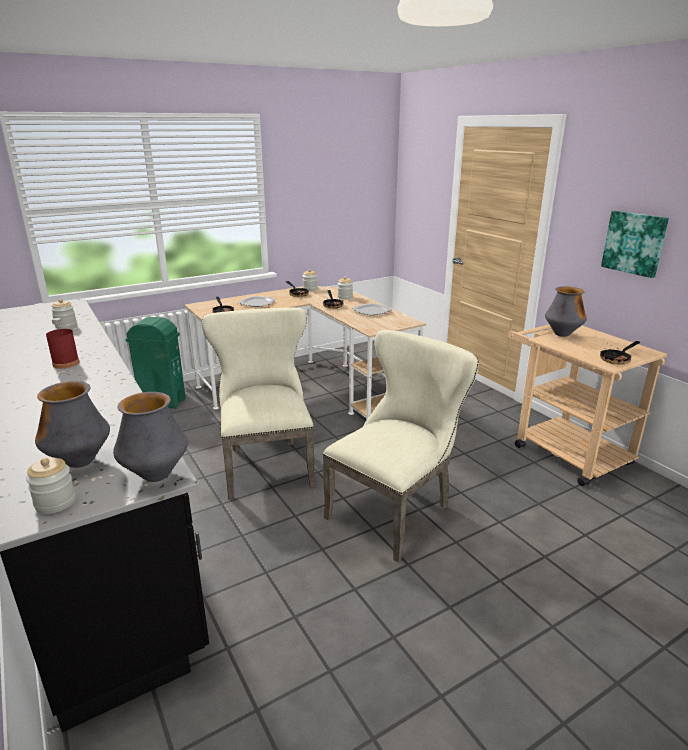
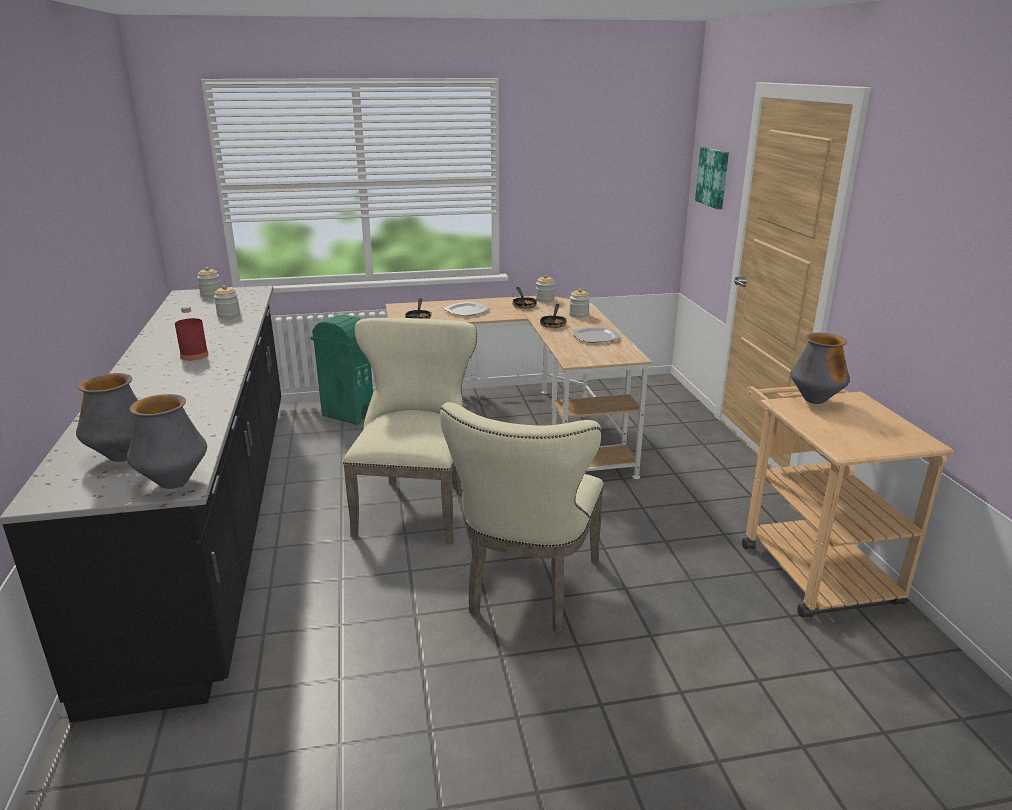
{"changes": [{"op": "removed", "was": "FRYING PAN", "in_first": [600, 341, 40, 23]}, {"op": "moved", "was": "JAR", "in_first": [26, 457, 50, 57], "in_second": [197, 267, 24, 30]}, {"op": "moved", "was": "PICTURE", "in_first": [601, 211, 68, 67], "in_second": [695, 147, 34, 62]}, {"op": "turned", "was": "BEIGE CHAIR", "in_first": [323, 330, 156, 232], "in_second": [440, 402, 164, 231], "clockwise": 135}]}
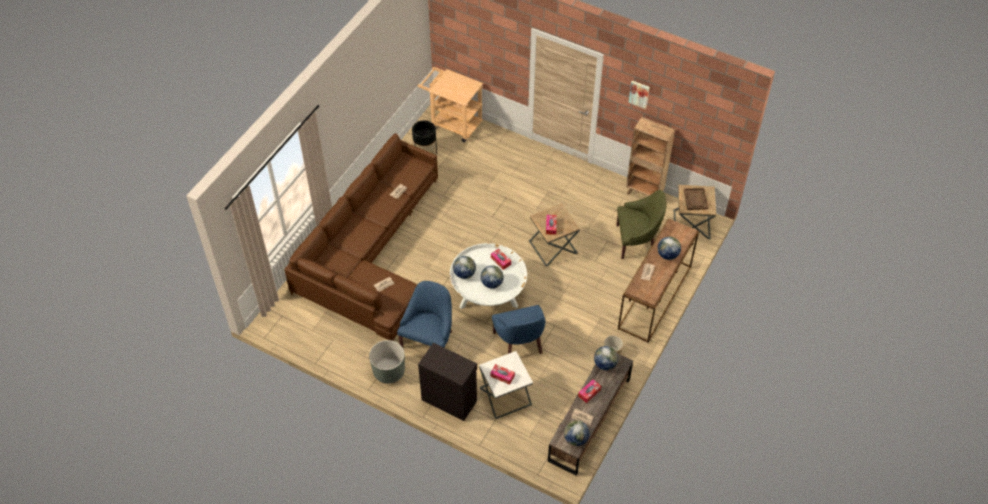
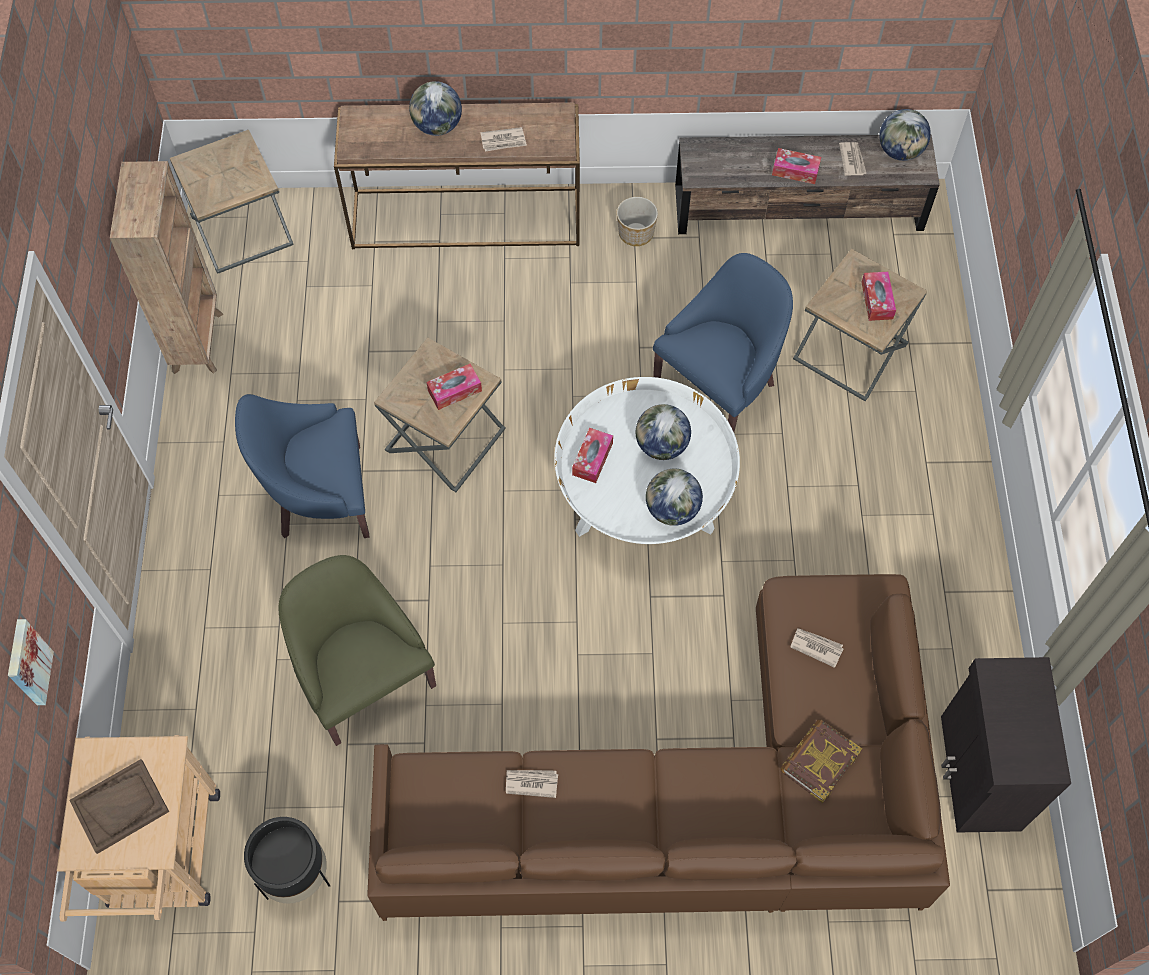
{"changes": [{"op": "removed", "was": "GREY PLANTER", "in_first": [369, 340, 36, 44]}, {"op": "removed", "was": "GLOBE", "in_first": [594, 346, 24, 24]}, {"op": "added", "now": "BOOK", "in_second": [780, 719, 82, 84]}, {"op": "moved", "was": "BLUE ARMCHAIR", "in_first": [397, 281, 55, 66], "in_second": [235, 394, 134, 144]}, {"op": "moved", "was": "BLACK CABINET", "in_first": [418, 343, 59, 78], "in_second": [941, 657, 130, 176]}, {"op": "moved", "was": "GREEN ARMCHAIR", "in_first": [616, 190, 51, 69], "in_second": [278, 555, 158, 191]}, {"op": "moved", "was": "PICTURE", "in_first": [629, 81, 21, 28], "in_second": [8, 619, 46, 86]}, {"op": "moved", "was": "BROWN TRAY", "in_first": [684, 188, 24, 22], "in_second": [69, 759, 100, 95]}, {"op": "recoloured", "was": "WHITE SIDE TABLE", "now": "BROWN SIDE TABLE", "in_first": [479, 351, 54, 68], "in_second": [793, 249, 134, 152]}]}
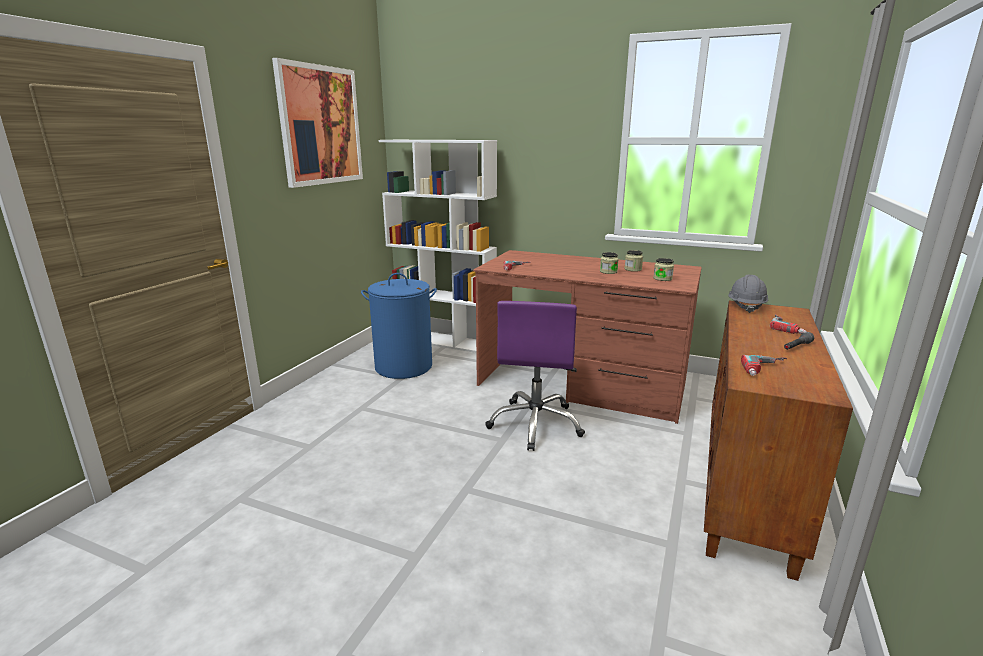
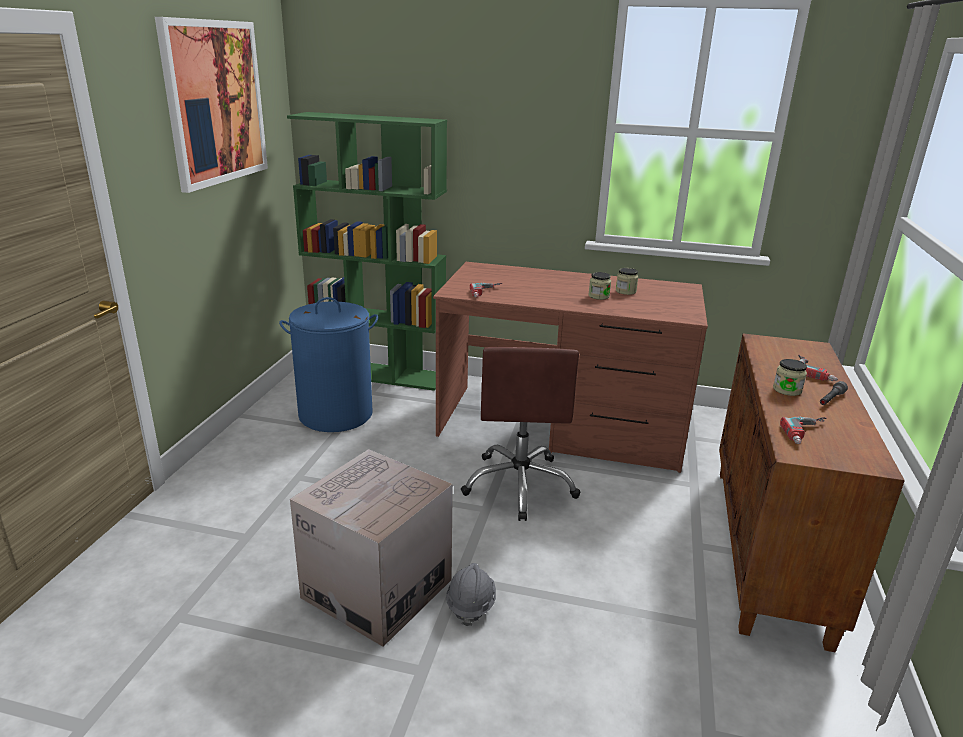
{"changes": [{"op": "added", "now": "CARDBOARD BOX", "in_second": [290, 449, 163, 198]}, {"op": "moved", "was": "JAR", "in_first": [653, 258, 21, 23], "in_second": [773, 359, 34, 37]}, {"op": "moved", "was": "GREY HARD HAT", "in_first": [728, 274, 40, 39], "in_second": [446, 563, 50, 63]}, {"op": "recoloured", "was": "WHITE BOOKCASE", "now": "GREEN BOOKCASE", "in_first": [379, 140, 118, 213], "in_second": [287, 112, 160, 279]}, {"op": "recoloured", "was": "PURPLE OFFICE CHAIR", "now": "BROWN OFFICE CHAIR", "in_first": [485, 301, 100, 150], "in_second": [461, 347, 119, 174]}]}
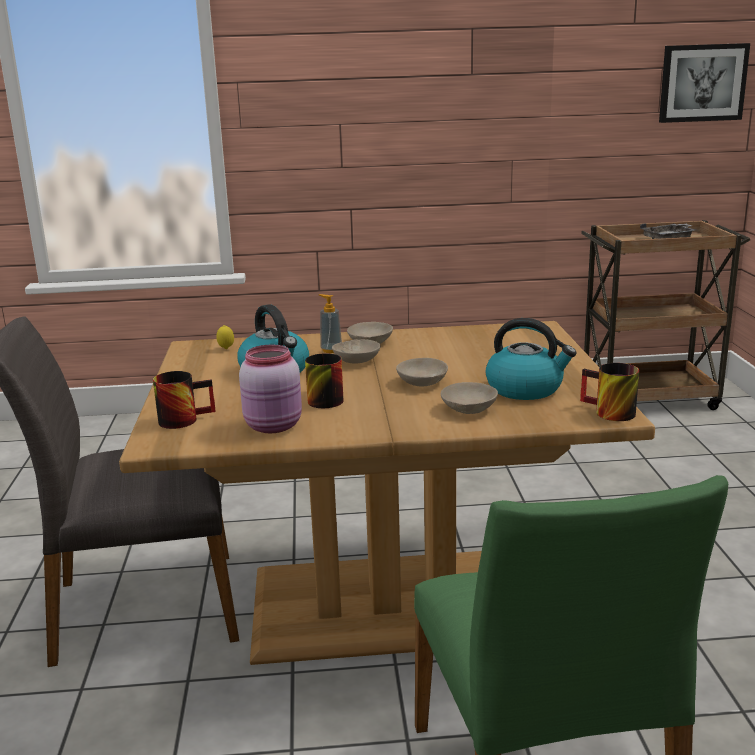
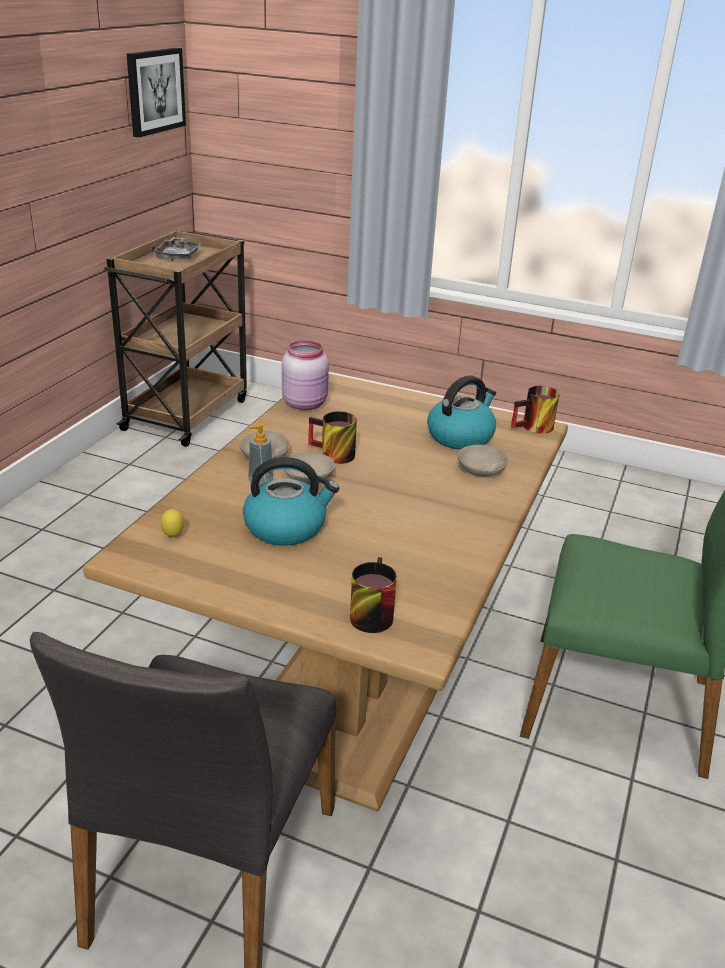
{"changes": [{"op": "removed", "was": "BEIGE BOWL", "in_first": [396, 358, 52, 28]}, {"op": "moved", "was": "PINK JAR", "in_first": [239, 345, 63, 88], "in_second": [282, 340, 47, 70]}, {"op": "moved", "was": "MUG", "in_first": [305, 353, 39, 55], "in_second": [308, 411, 49, 53]}]}
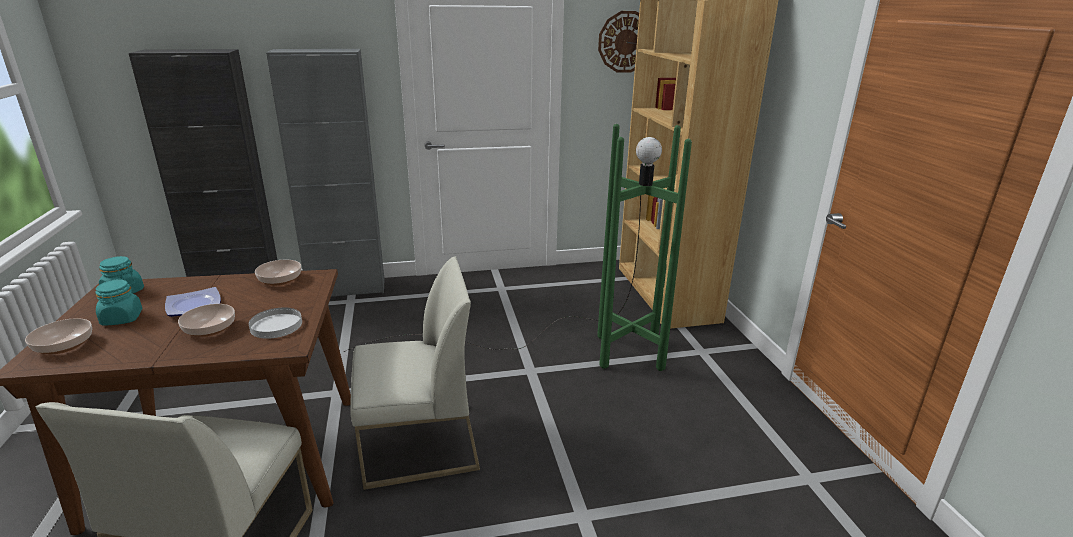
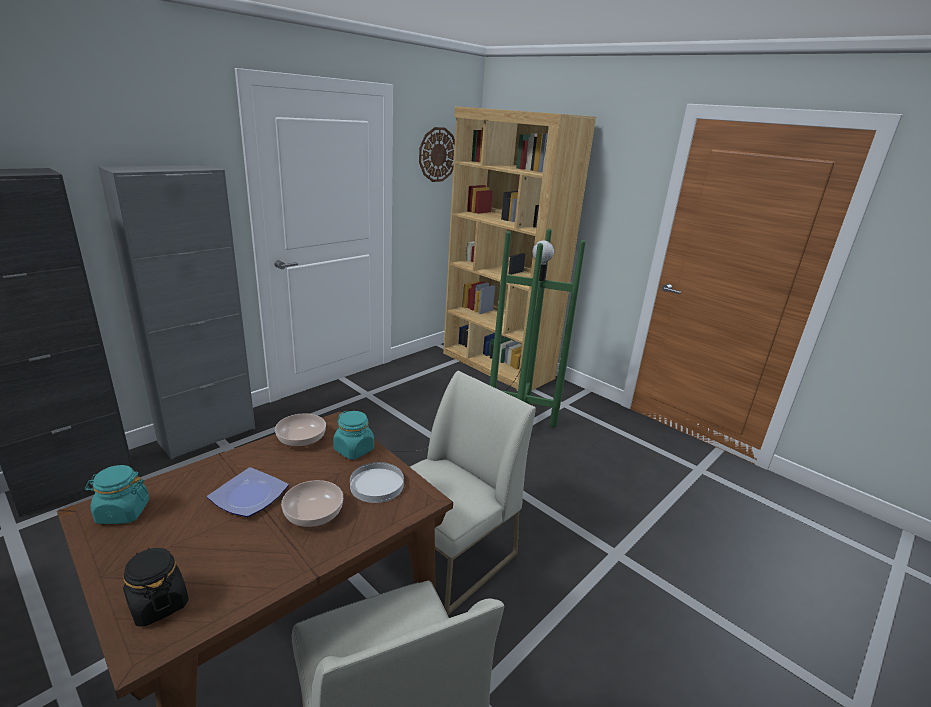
{"changes": [{"op": "moved", "was": "TURQUOISE JAR", "in_first": [96, 279, 47, 47], "in_second": [333, 411, 41, 48]}, {"op": "replaced", "was": "BOWL", "now": "BLACK JAR", "in_first": [25, 318, 67, 36], "in_second": [123, 548, 66, 79]}]}
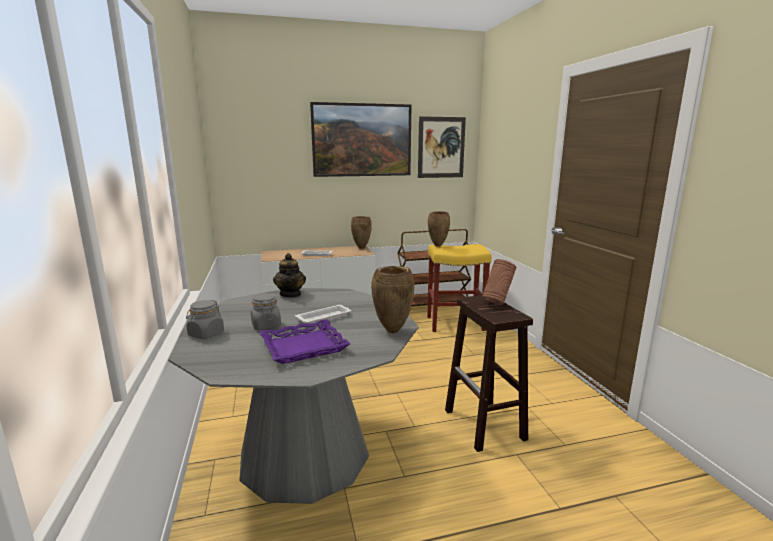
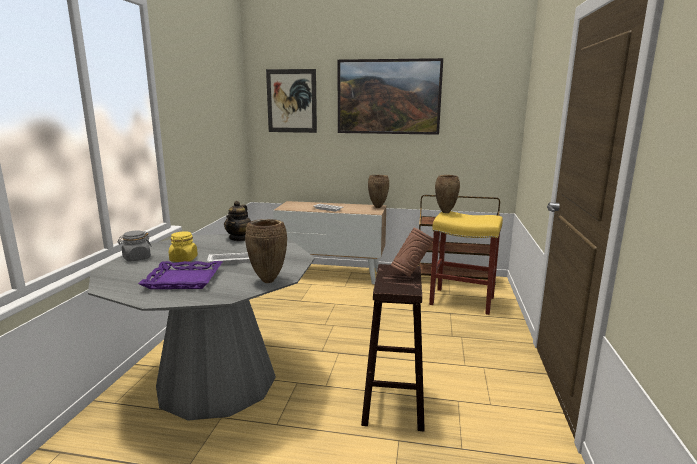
{"changes": [{"op": "moved", "was": "PICTURE", "in_first": [418, 116, 48, 62], "in_second": [266, 69, 51, 64]}, {"op": "recoloured", "was": "GREY JAR", "now": "YELLOW JAR", "in_first": [251, 293, 30, 37], "in_second": [169, 231, 29, 31]}]}
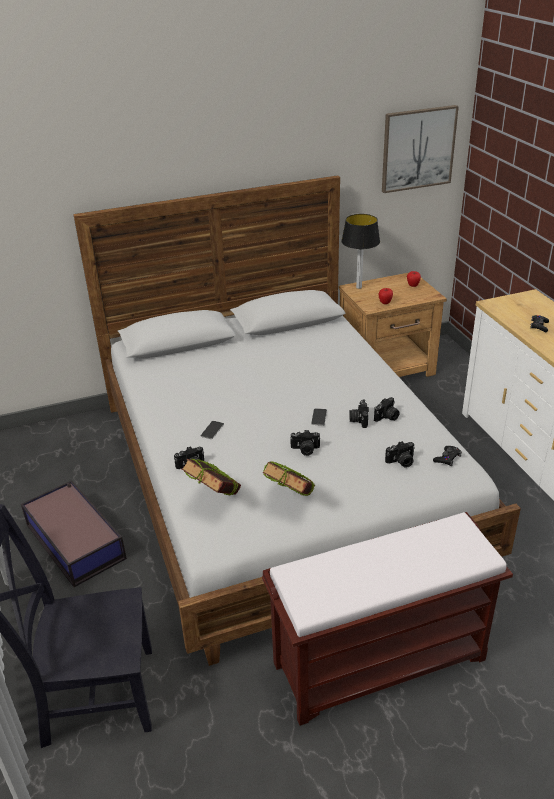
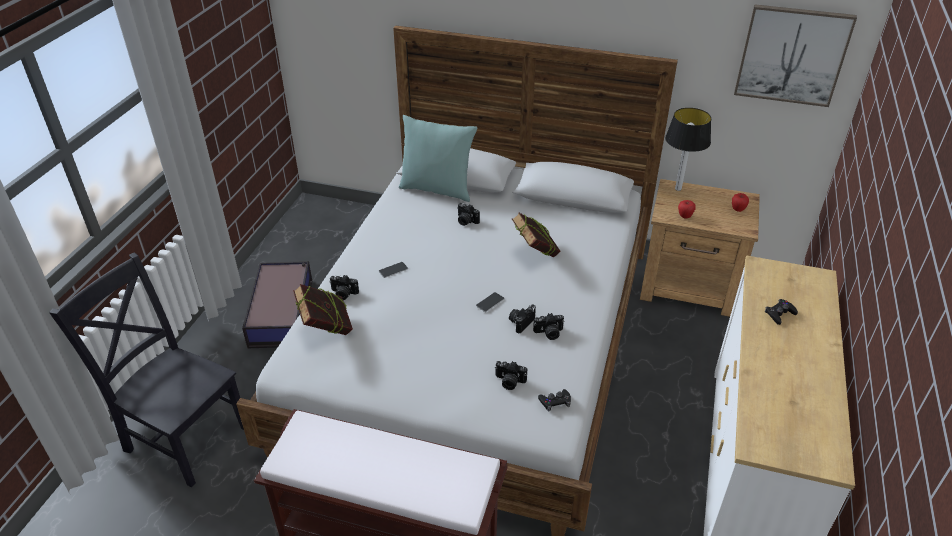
{"changes": [{"op": "added", "now": "TURQUOISE PILLOW", "in_second": [399, 115, 78, 87]}, {"op": "moved", "was": "BOOK", "in_first": [262, 461, 53, 35], "in_second": [512, 212, 48, 45]}, {"op": "moved", "was": "PHOTO CAMERA", "in_first": [290, 430, 30, 26], "in_second": [457, 203, 23, 23]}]}
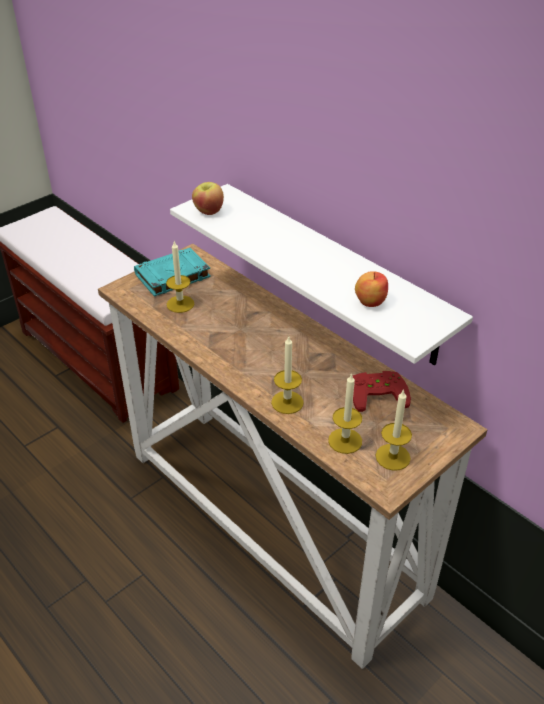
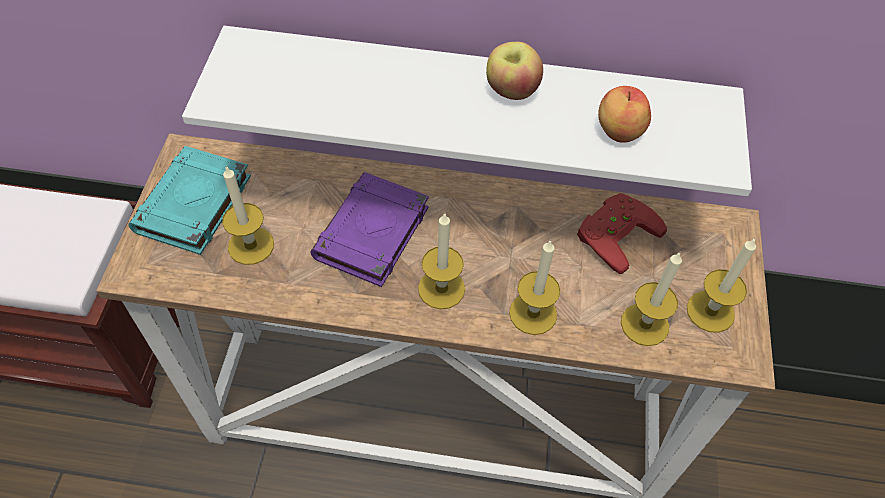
{"changes": [{"op": "added", "now": "PURPLE BOOK", "in_second": [310, 172, 119, 115]}, {"op": "added", "now": "CANDLE", "in_second": [418, 212, 47, 97]}, {"op": "moved", "was": "APPLE", "in_first": [192, 182, 32, 33], "in_second": [486, 42, 57, 58]}]}
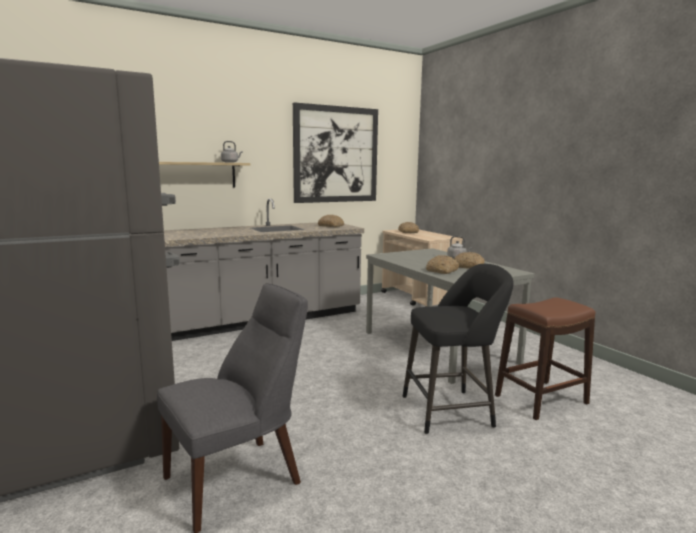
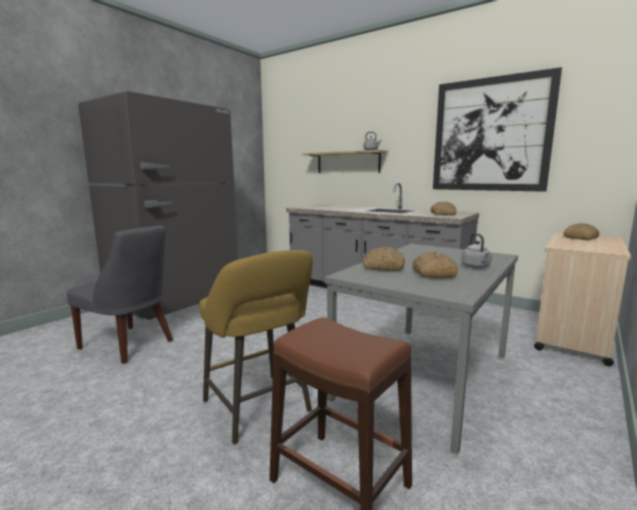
{"changes": [{"op": "recoloured", "was": "BLACK STOOL", "now": "YELLOW STOOL", "in_first": [403, 264, 111, 170], "in_second": [200, 250, 113, 195]}]}
